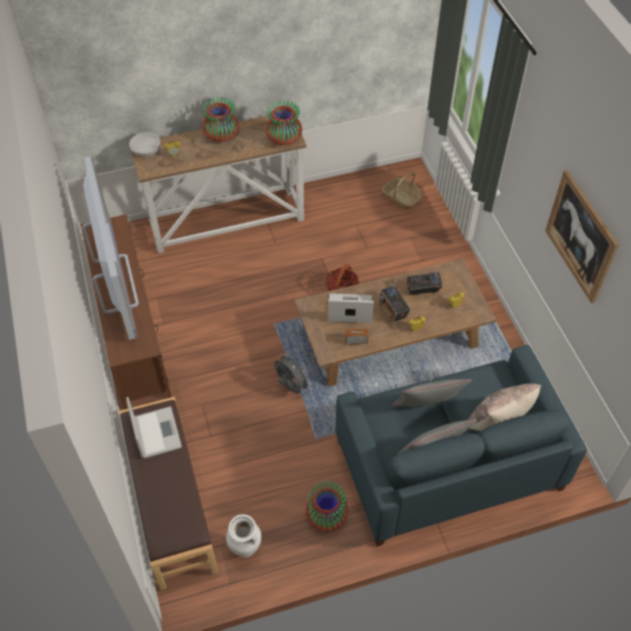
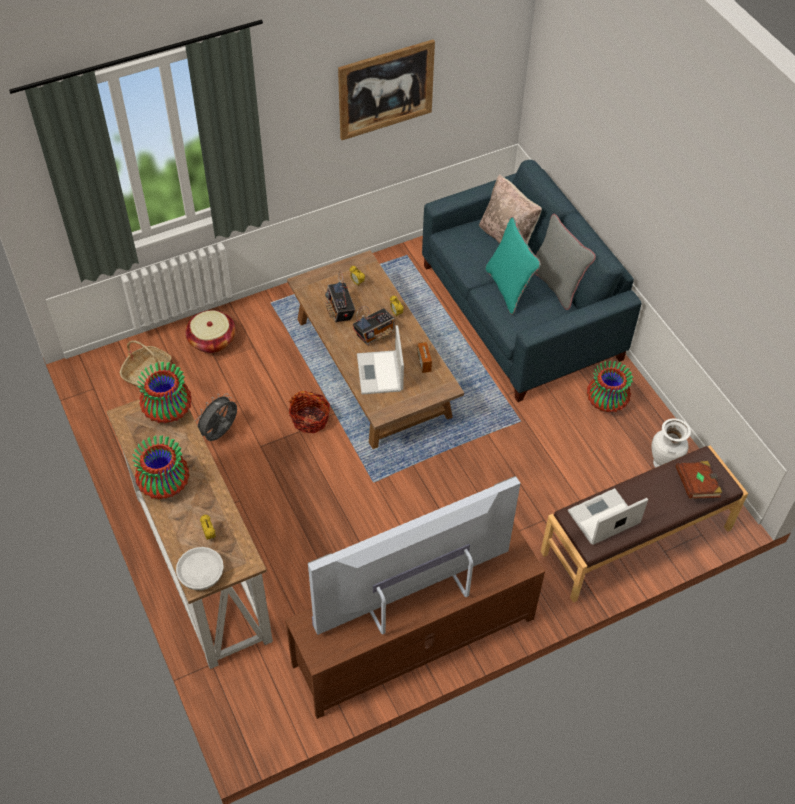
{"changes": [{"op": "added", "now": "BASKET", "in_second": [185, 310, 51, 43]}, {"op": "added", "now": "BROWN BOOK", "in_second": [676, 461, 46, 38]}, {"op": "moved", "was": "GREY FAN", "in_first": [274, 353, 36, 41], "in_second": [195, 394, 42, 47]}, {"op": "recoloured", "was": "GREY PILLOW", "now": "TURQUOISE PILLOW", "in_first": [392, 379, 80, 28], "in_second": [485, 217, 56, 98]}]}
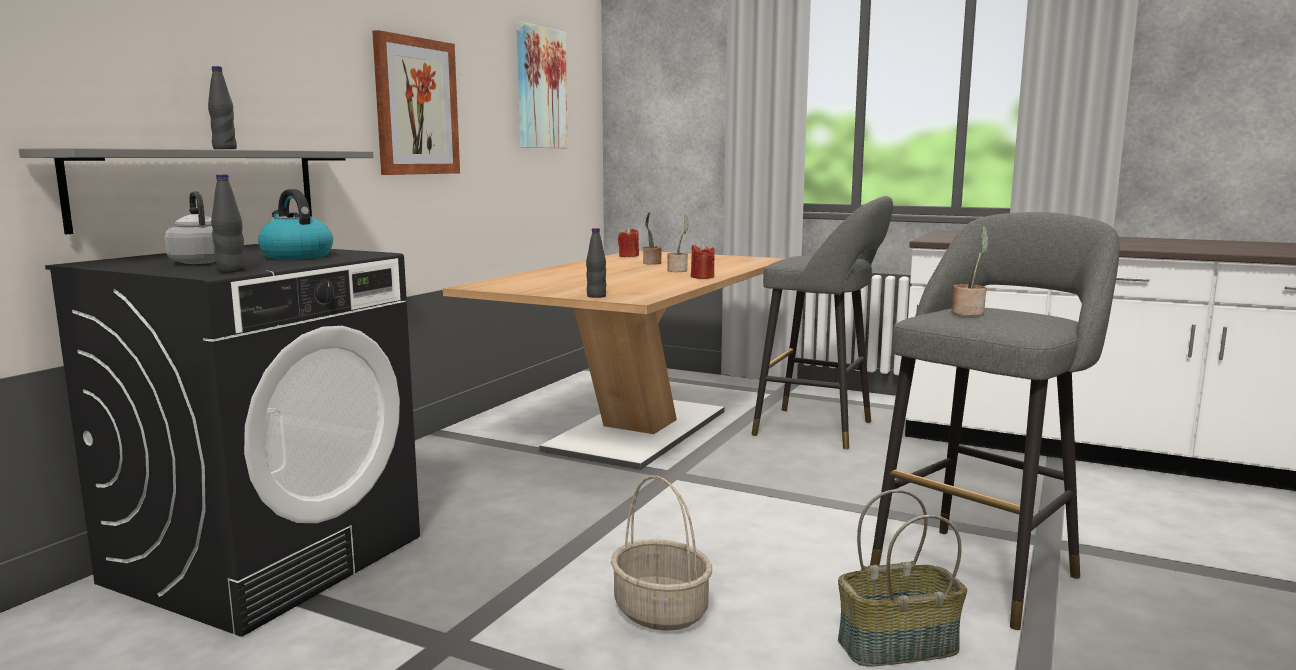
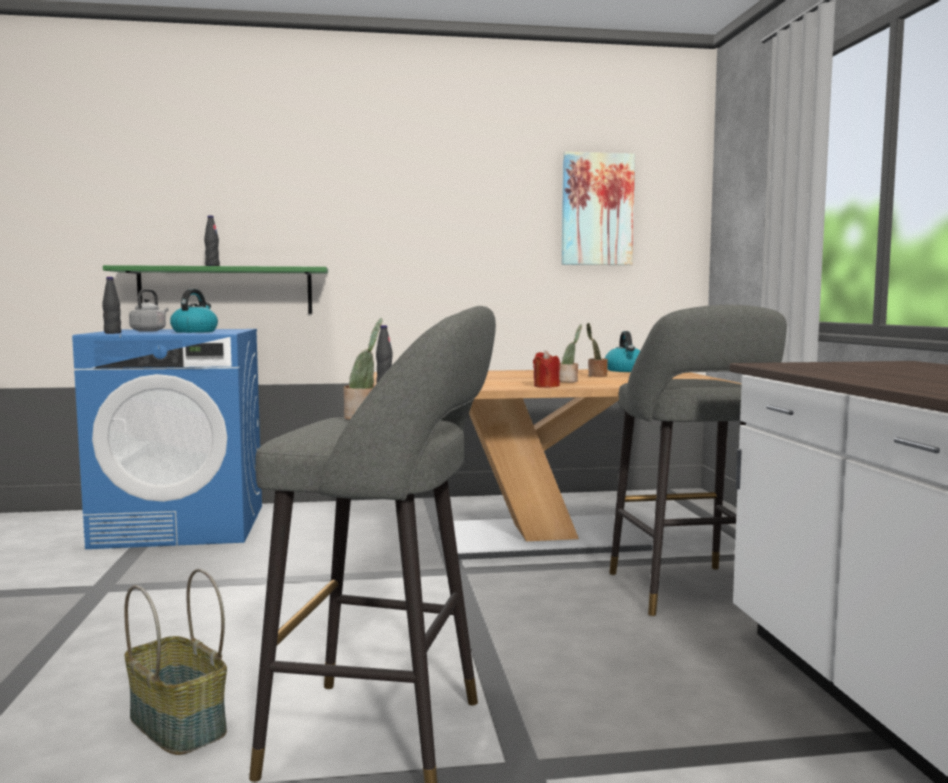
{"changes": [{"op": "removed", "was": "PICTURE", "in_first": [372, 30, 88, 145]}, {"op": "removed", "was": "BASKET", "in_first": [611, 476, 101, 155]}, {"op": "replaced", "was": "RED CANDLE", "now": "KETTLE", "in_first": [618, 227, 21, 30], "in_second": [605, 331, 35, 41]}, {"op": "recoloured", "was": "GREY SHELF", "now": "GREEN SHELF", "in_first": [19, 148, 355, 86], "in_second": [103, 265, 225, 49]}, {"op": "recoloured", "was": "BLACK WASHING MACHINE", "now": "BLUE WASHING MACHINE", "in_first": [45, 244, 375, 393], "in_second": [72, 329, 190, 220]}]}
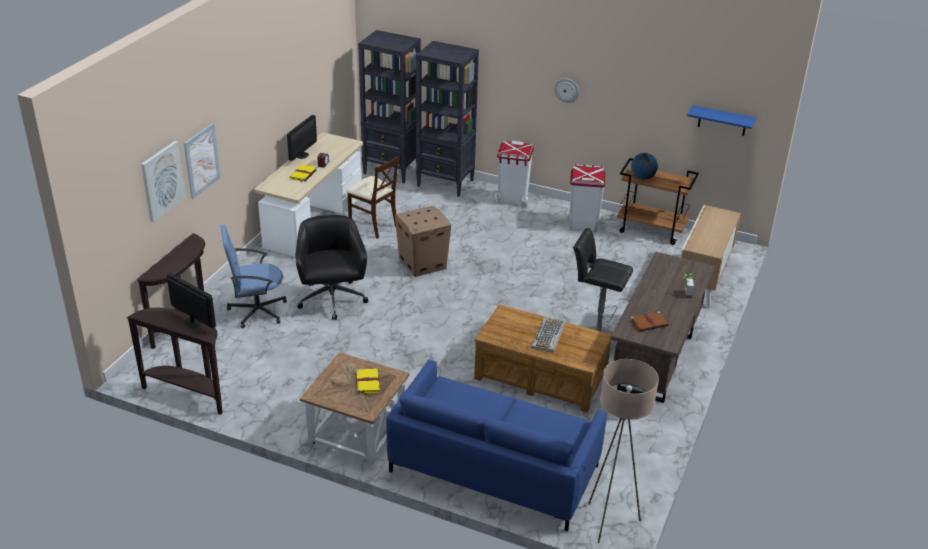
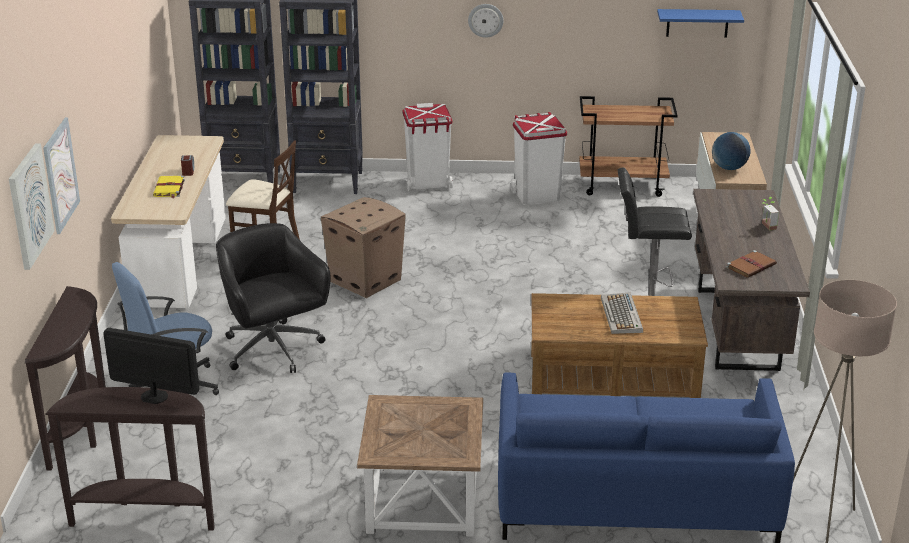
{"changes": [{"op": "removed", "was": "MONITOR", "in_first": [287, 115, 30, 46]}, {"op": "removed", "was": "YELLOW BOOK", "in_first": [356, 368, 24, 26]}, {"op": "moved", "was": "GLOBE", "in_first": [631, 153, 27, 27], "in_second": [712, 132, 39, 38]}]}
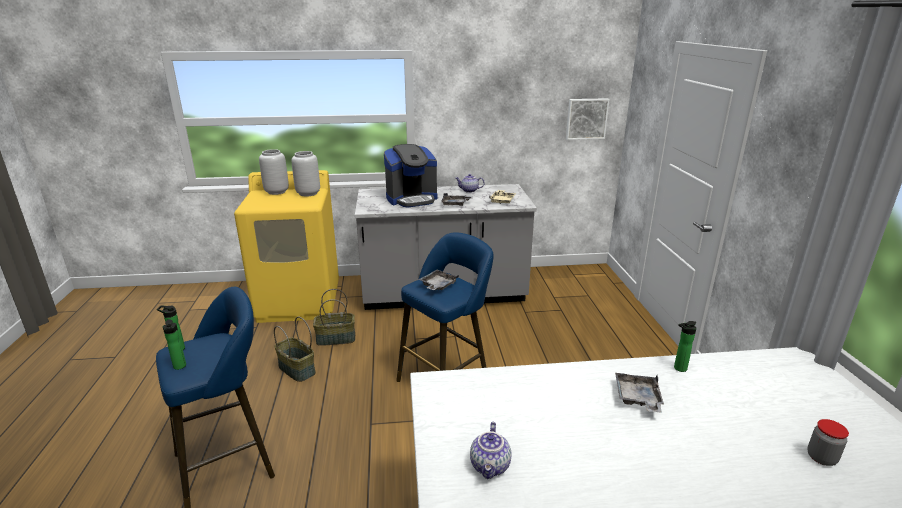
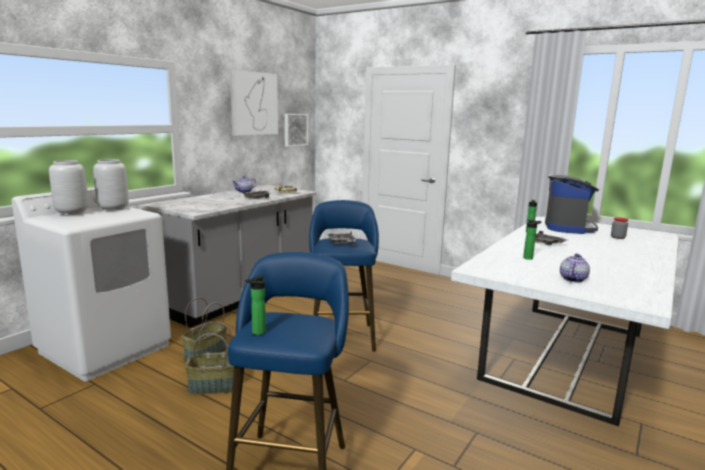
{"changes": [{"op": "added", "now": "PICTURE", "in_second": [230, 69, 48, 67]}, {"op": "moved", "was": "BOTTLE", "in_first": [163, 319, 23, 51], "in_second": [523, 219, 19, 41]}, {"op": "moved", "was": "COFFEE MACHINE", "in_first": [384, 144, 53, 64], "in_second": [545, 174, 54, 60]}, {"op": "recoloured", "was": "YELLOW WASHING MACHINE", "now": "WHITE WASHING MACHINE", "in_first": [234, 170, 105, 153], "in_second": [12, 187, 159, 194]}, {"op": "turned", "was": "TEAPOT", "in_first": [470, 422, 41, 57], "in_second": [560, 254, 30, 28], "clockwise": -105}]}
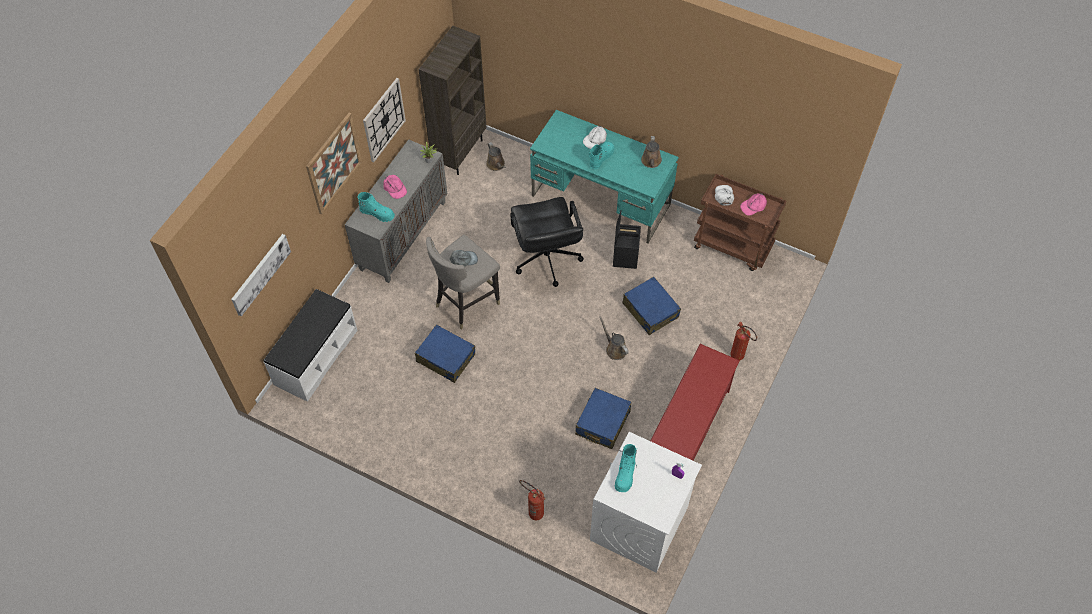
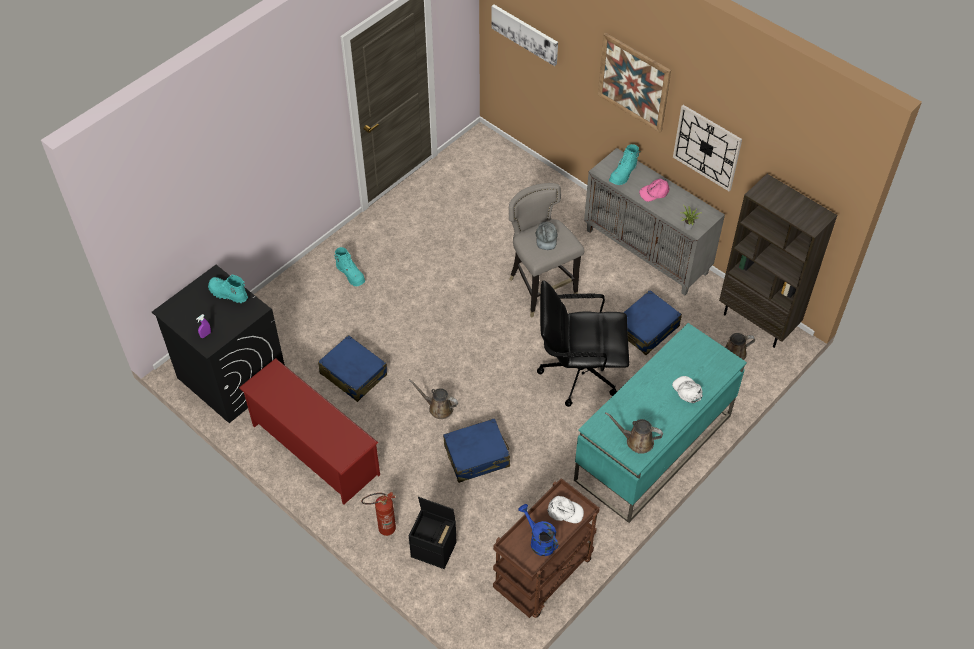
{"changes": [{"op": "removed", "was": "WHITE BENCH", "in_first": [263, 289, 95, 113]}, {"op": "removed", "was": "FIRE EXTINGUISHER", "in_first": [519, 480, 27, 41]}, {"op": "moved", "was": "BLUE SUITCASE", "in_first": [415, 324, 60, 59], "in_second": [623, 290, 59, 65]}, {"op": "moved", "was": "TURQUOISE BOOT", "in_first": [589, 142, 25, 27], "in_second": [334, 247, 31, 40]}, {"op": "moved", "was": "BLACK STORAGE BOX", "in_first": [613, 210, 28, 59], "in_second": [409, 497, 48, 72]}, {"op": "replaced", "was": "PINK CAP", "now": "BLUE WATERING CAN", "in_first": [740, 193, 27, 23], "in_second": [519, 504, 40, 52]}, {"op": "recoloured", "was": "WHITE WASHING MACHINE", "now": "BLACK WASHING MACHINE", "in_first": [590, 432, 112, 141], "in_second": [152, 265, 133, 158]}, {"op": "turned", "was": "BROWN WATERING CAN", "in_first": [599, 316, 30, 44], "in_second": [409, 379, 49, 40], "clockwise": -135}]}
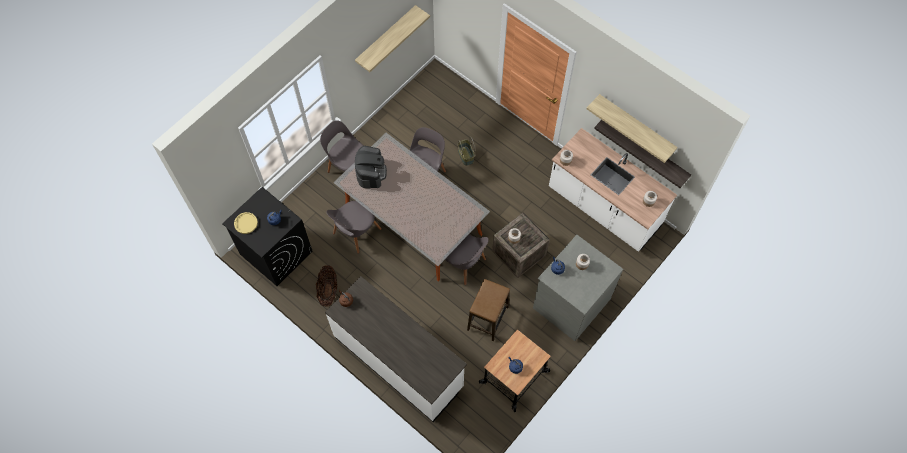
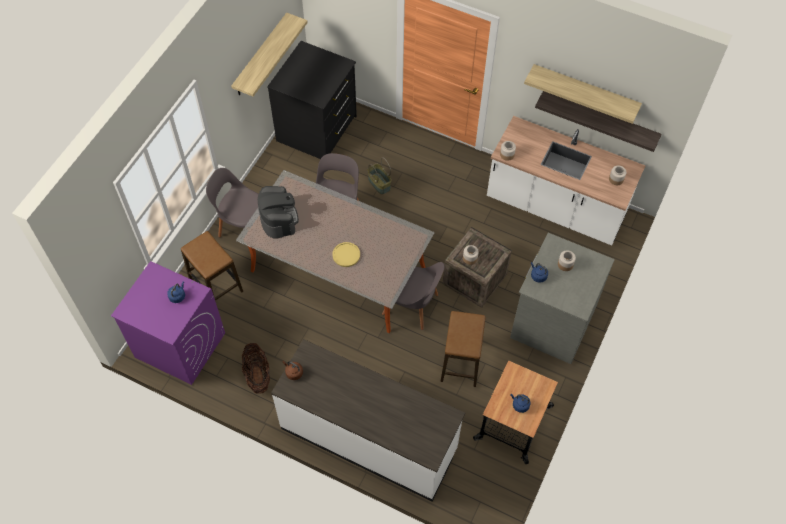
{"changes": [{"op": "removed", "was": "GREY CHAIR", "in_first": [326, 201, 56, 53]}, {"op": "added", "now": "STOOL", "in_second": [181, 231, 62, 70]}, {"op": "added", "now": "BLACK DRESSER", "in_second": [267, 41, 90, 118]}, {"op": "moved", "was": "YELLOW PLATE", "in_first": [234, 212, 24, 22], "in_second": [332, 242, 28, 25]}, {"op": "recoloured", "was": "BLACK WASHING MACHINE", "now": "PURPLE WASHING MACHINE", "in_first": [222, 187, 91, 99], "in_second": [111, 261, 114, 124]}]}
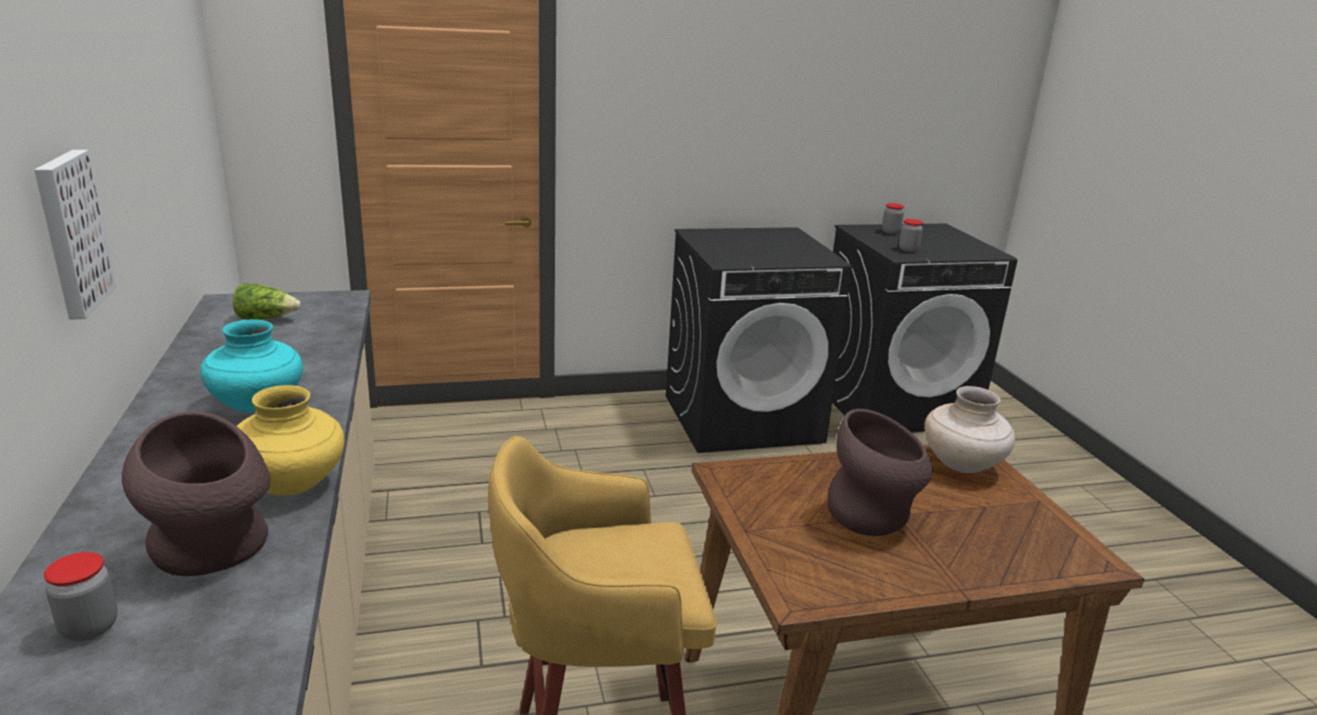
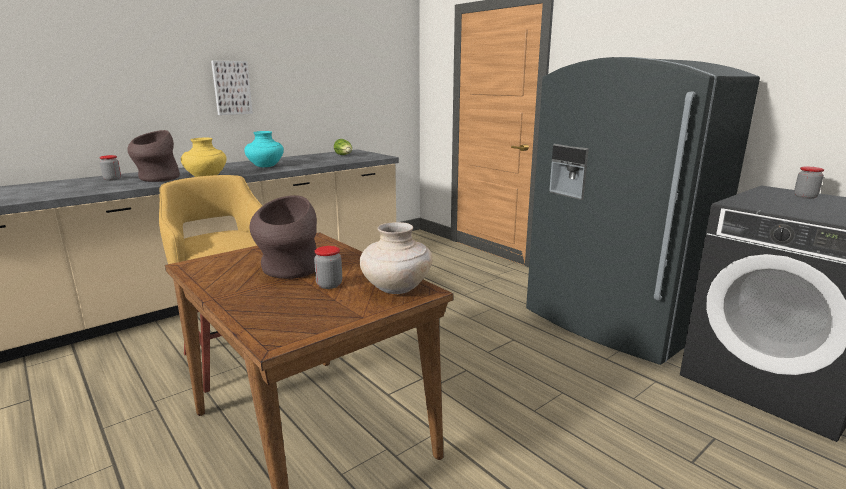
{"changes": [{"op": "moved", "was": "JAR", "in_first": [899, 219, 24, 33], "in_second": [314, 246, 28, 43]}, {"op": "replaced", "was": "BLACK WASHING MACHINE", "now": "GREY FRIDGE", "in_first": [666, 227, 186, 226], "in_second": [526, 57, 234, 308]}]}
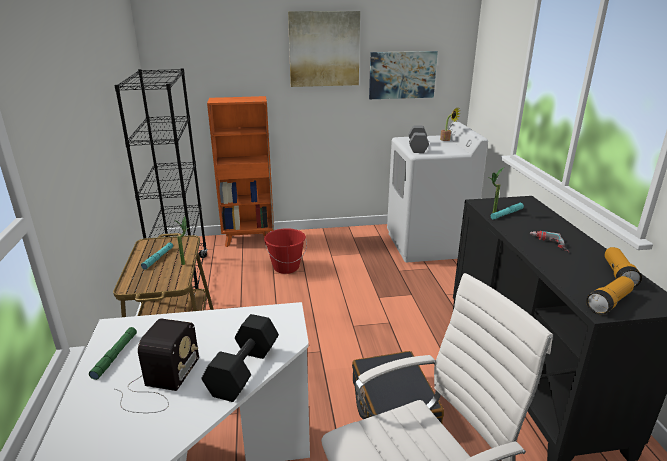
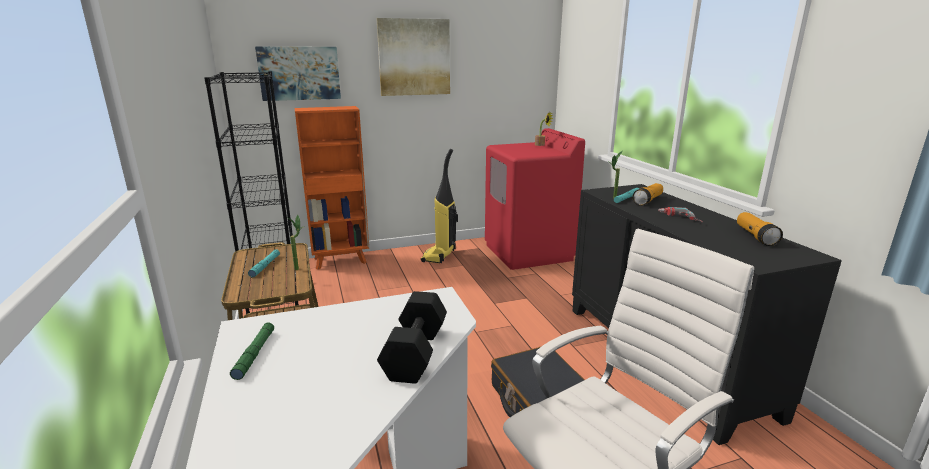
{"changes": [{"op": "removed", "was": "RADIO", "in_first": [115, 319, 84, 94]}, {"op": "removed", "was": "RED BUCKET", "in_first": [264, 228, 43, 46]}, {"op": "removed", "was": "GREY DUMBBELL", "in_first": [408, 125, 21, 28]}, {"op": "added", "now": "VACUUM CLEANER", "in_second": [421, 149, 37, 114]}, {"op": "moved", "was": "PICTURE", "in_first": [369, 51, 69, 48], "in_second": [255, 47, 86, 54]}, {"op": "moved", "was": "FLASHLIGHT", "in_first": [586, 276, 48, 38], "in_second": [632, 183, 31, 23]}, {"op": "recoloured", "was": "WHITE WASHING MACHINE", "now": "RED WASHING MACHINE", "in_first": [387, 122, 101, 140], "in_second": [485, 128, 100, 142]}]}
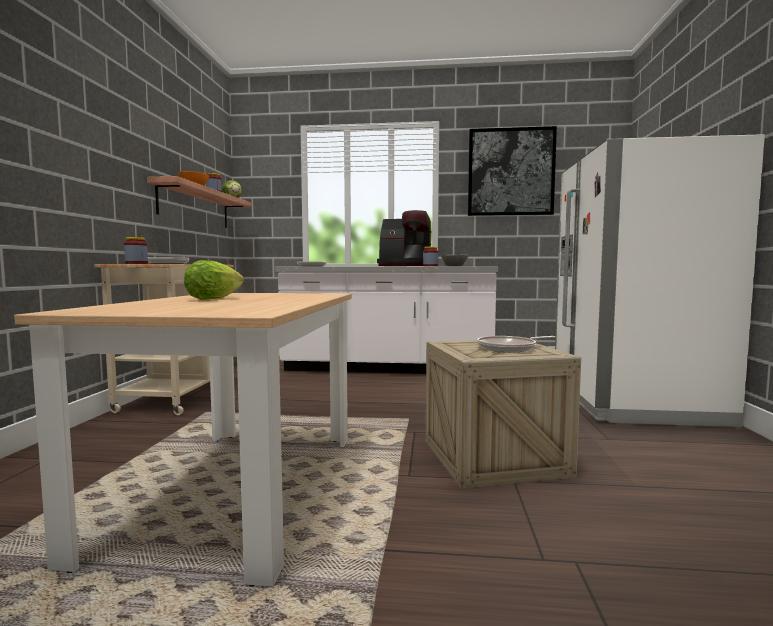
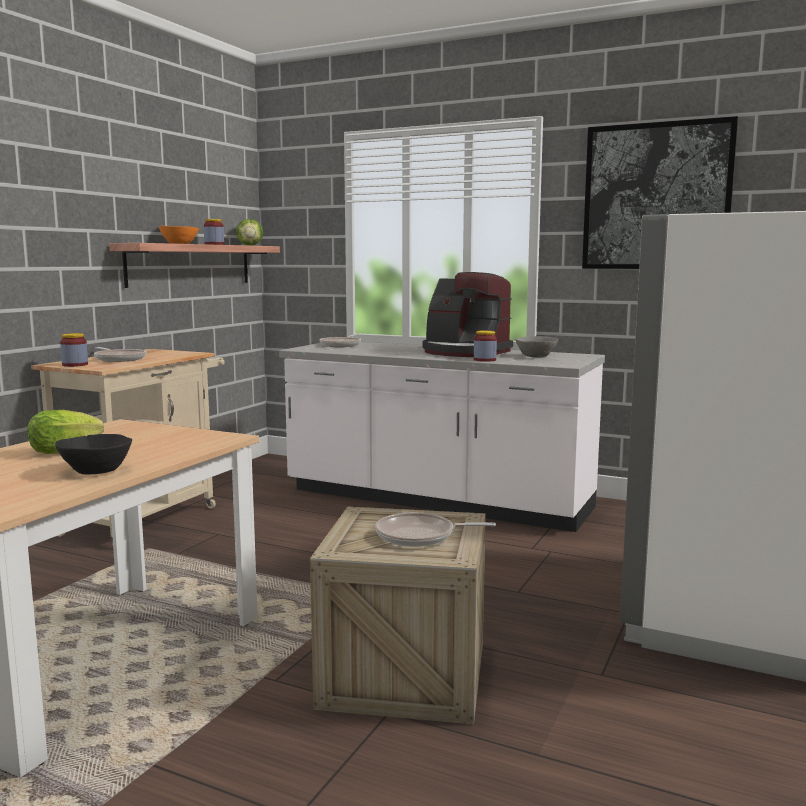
{"changes": [{"op": "added", "now": "BLACK BOWL", "in_second": [55, 434, 77, 41]}]}
